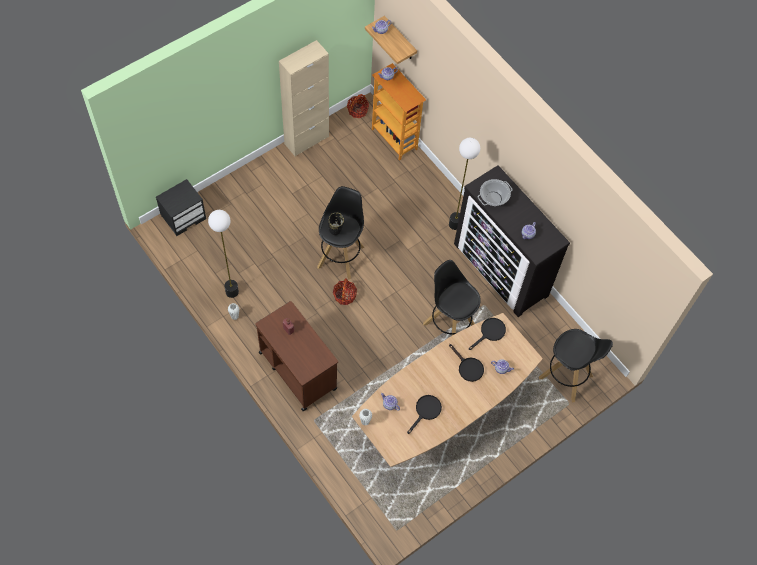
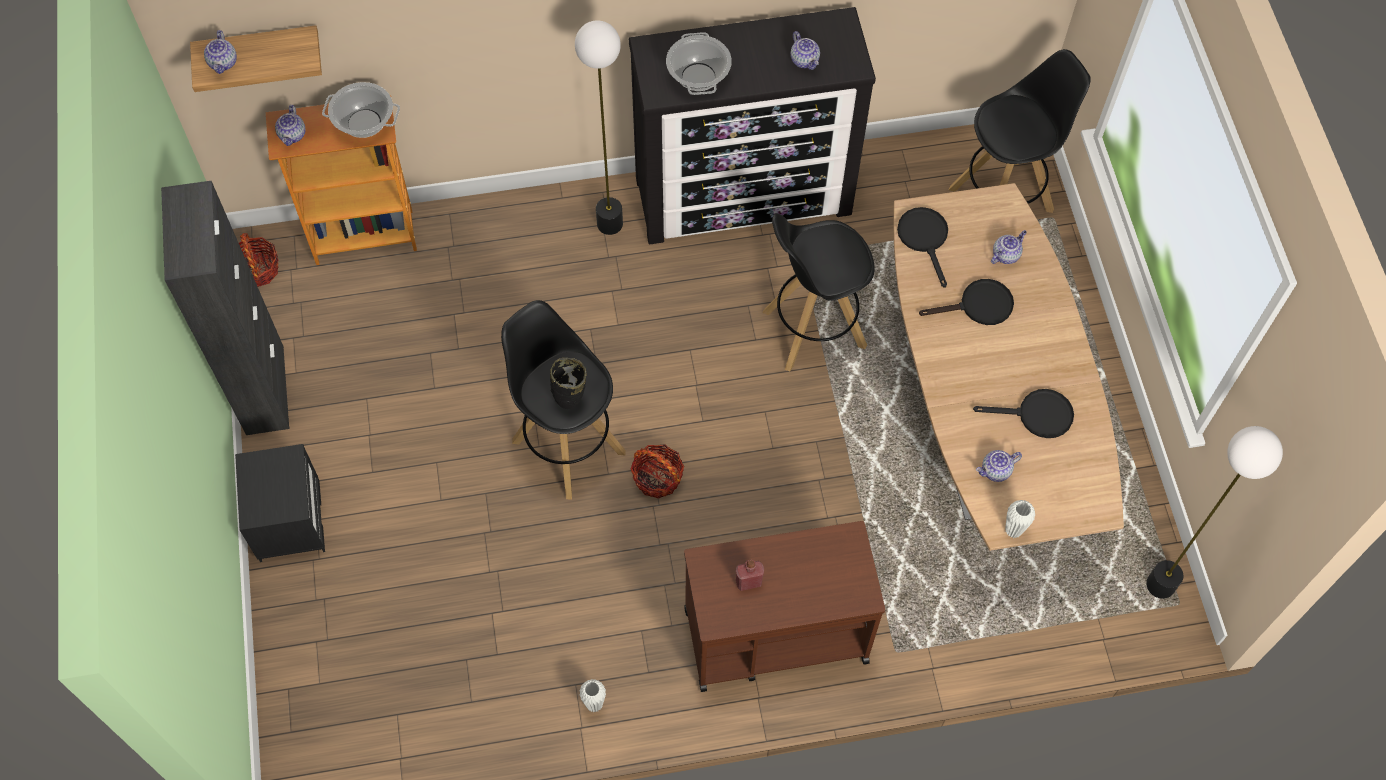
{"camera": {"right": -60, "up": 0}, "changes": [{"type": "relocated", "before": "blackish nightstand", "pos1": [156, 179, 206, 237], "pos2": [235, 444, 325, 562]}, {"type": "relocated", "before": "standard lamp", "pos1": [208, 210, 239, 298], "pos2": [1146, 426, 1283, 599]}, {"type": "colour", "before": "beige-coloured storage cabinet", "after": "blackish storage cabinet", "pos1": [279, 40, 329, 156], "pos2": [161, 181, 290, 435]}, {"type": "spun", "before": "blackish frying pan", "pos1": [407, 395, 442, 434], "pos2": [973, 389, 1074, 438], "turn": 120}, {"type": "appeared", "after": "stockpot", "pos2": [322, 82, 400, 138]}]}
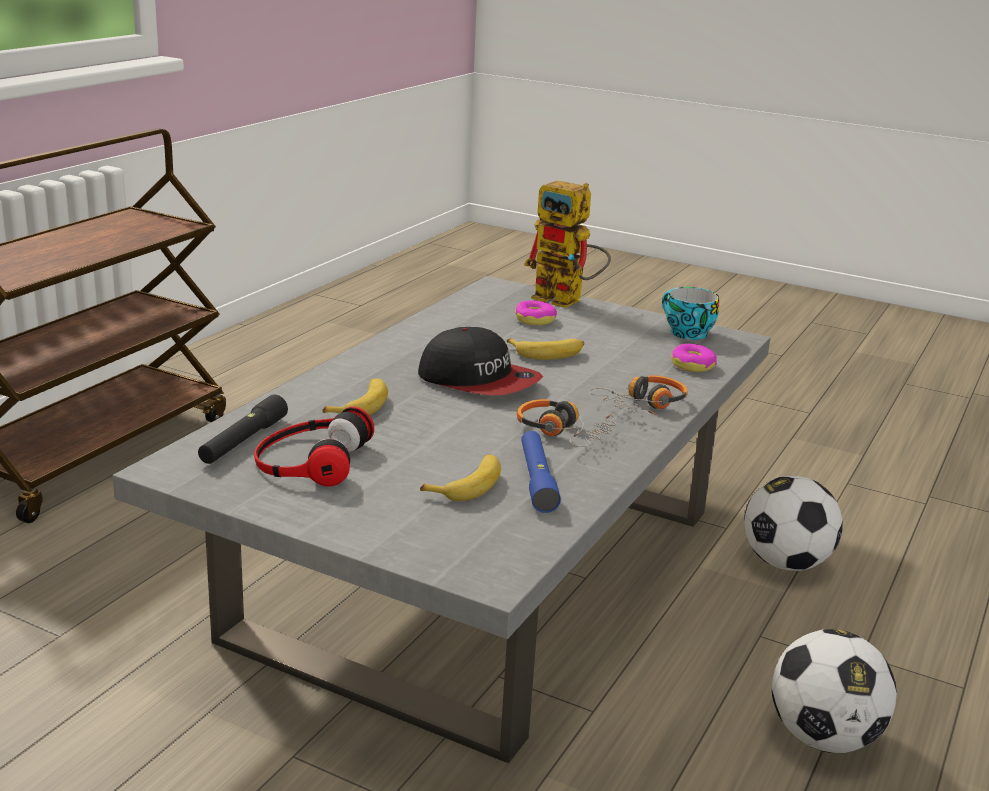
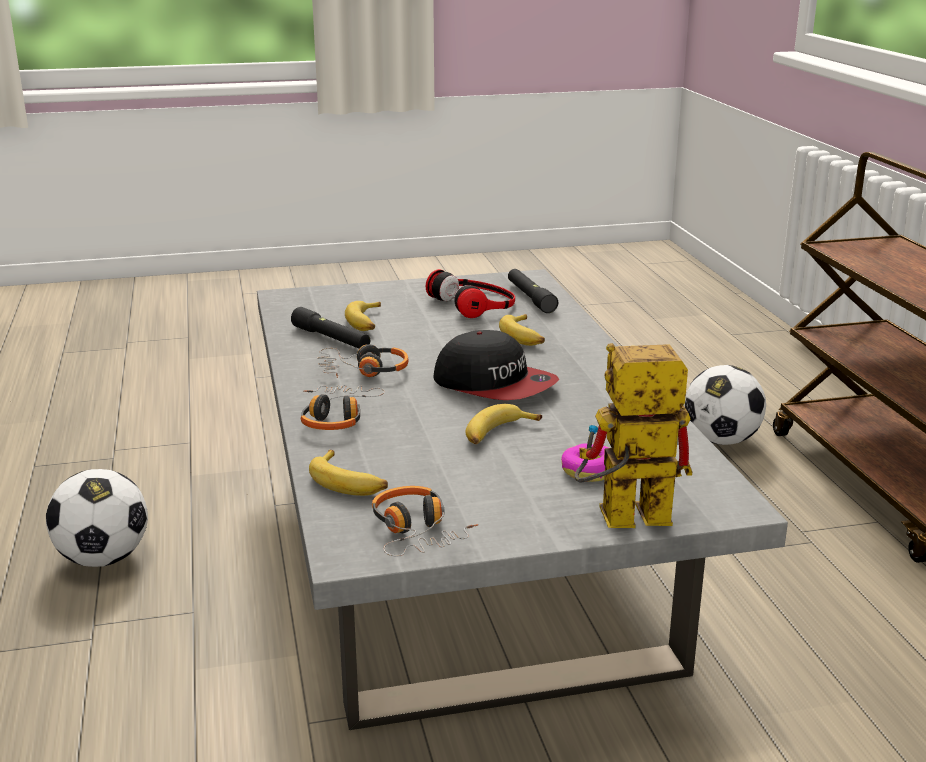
{"camera": {"right": 140, "up": 0}, "changes": [{"type": "spun", "before": "cap", "pos1": [418, 327, 543, 396], "pos2": [434, 330, 559, 400], "turn": -135}, {"type": "colour", "before": "blue hand torch", "after": "blackish hand torch", "pos1": [521, 431, 561, 513], "pos2": [291, 307, 370, 348]}, {"type": "exchanged", "before": "drinking cup", "after": "headset", "pos1": [662, 287, 719, 340], "pos2": [372, 486, 478, 556]}, {"type": "exchanged", "before": "ring doughnut", "after": "banana fruit", "pos1": [671, 344, 717, 372], "pos2": [309, 450, 388, 496]}, {"type": "relocated", "before": "football", "pos1": [744, 476, 843, 571], "pos2": [685, 365, 766, 445]}]}
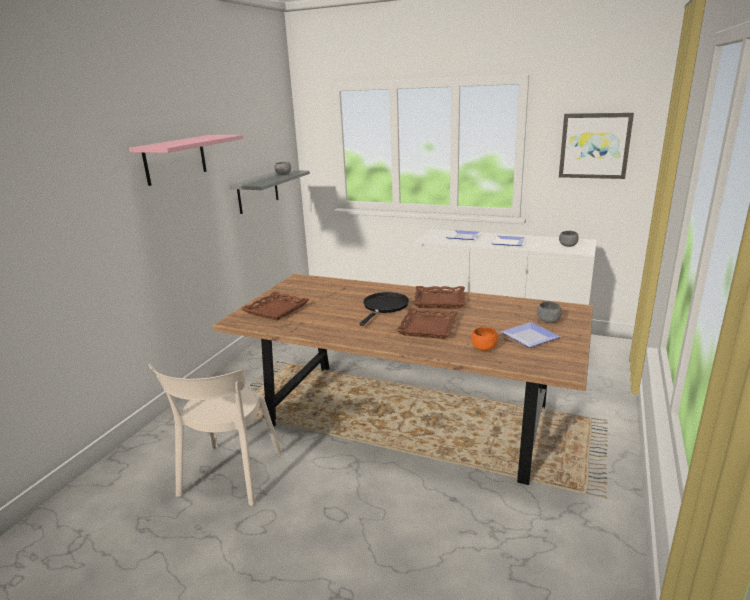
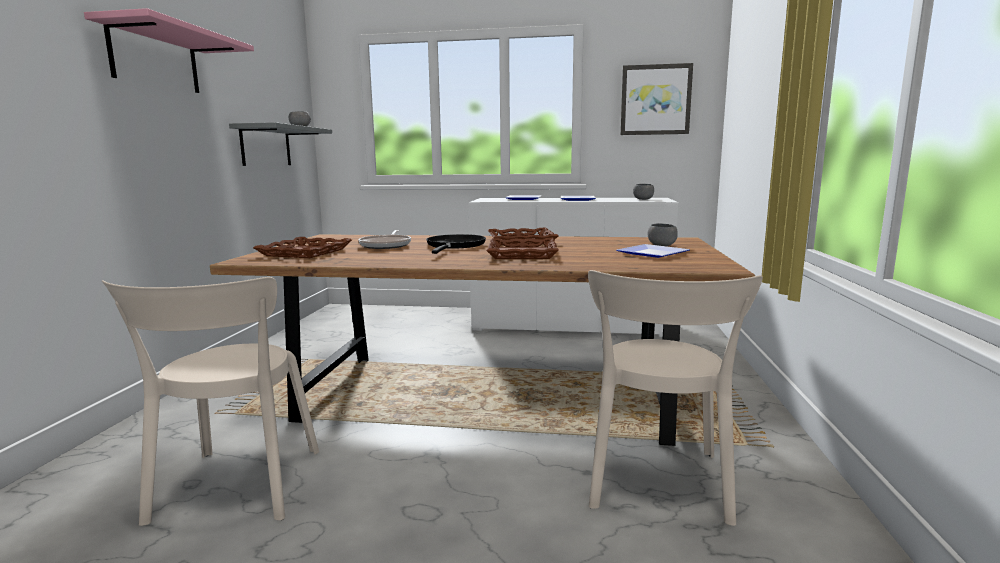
{"camera": {"right": -15, "up": -10}, "changes": [{"type": "missing", "before": "orange-coloured bowl", "pos1": [471, 327, 498, 351]}, {"type": "appeared", "after": "frying pan", "pos2": [358, 230, 411, 249]}, {"type": "appeared", "after": "beige-coloured chair", "pos2": [588, 270, 763, 526]}]}
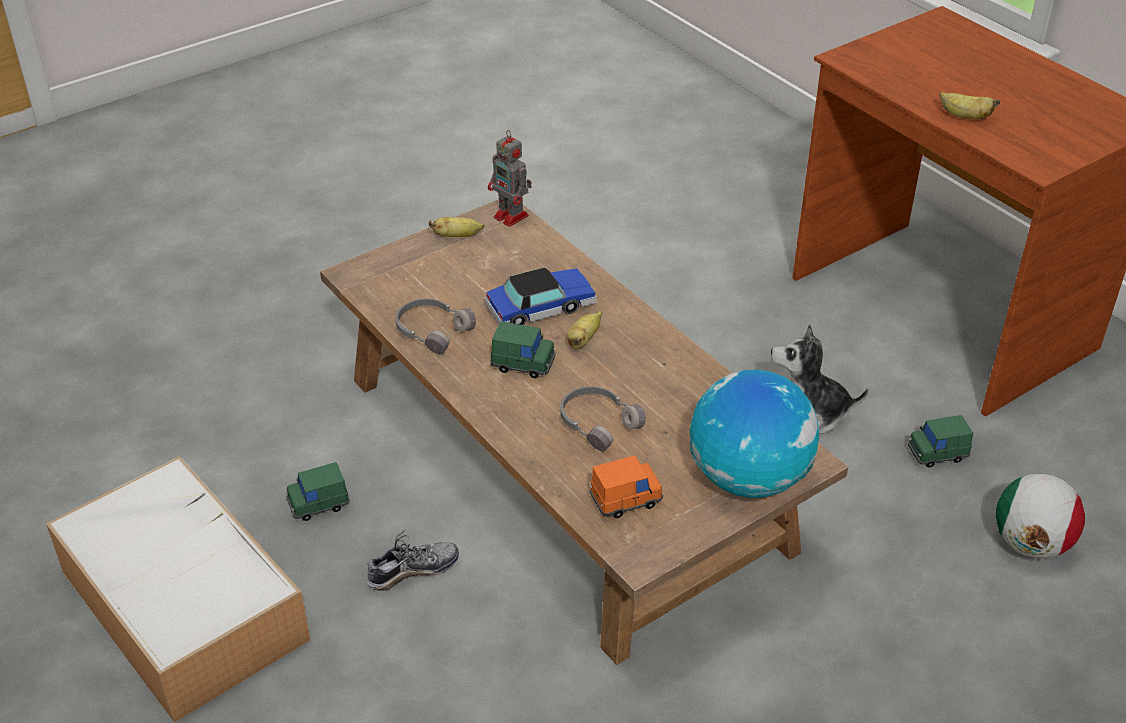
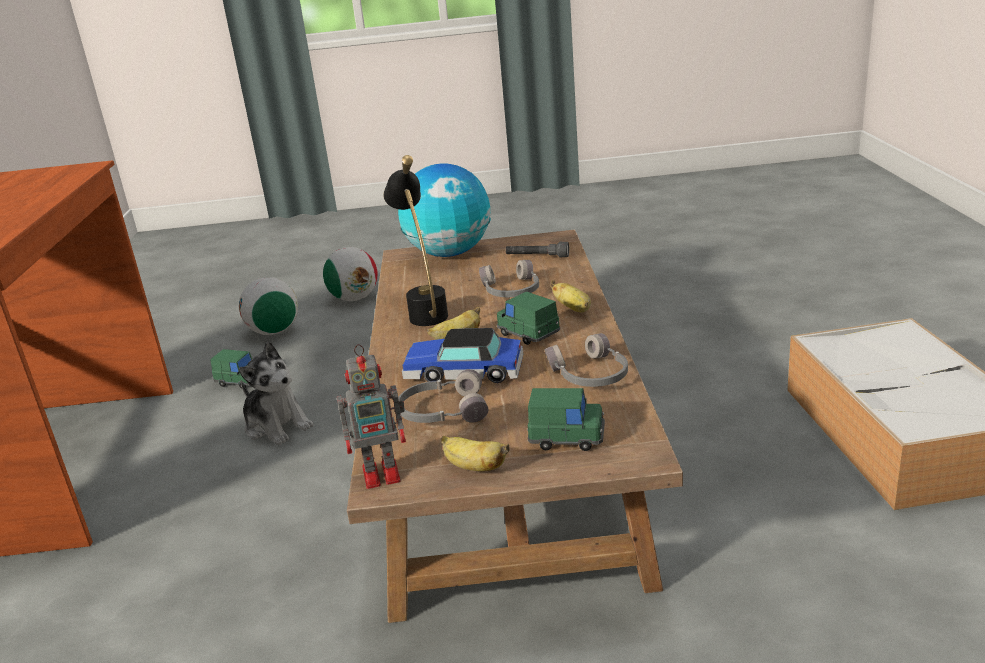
{"camera": {"right": -145, "up": -15}, "changes": [{"type": "relocated", "before": "greenish model car", "pos1": [286, 462, 350, 521], "pos2": [527, 388, 605, 451]}, {"type": "missing", "before": "item of footwear", "pos1": [367, 529, 459, 591]}, {"type": "spun", "before": "toy robot", "pos1": [488, 130, 532, 227], "pos2": [337, 344, 406, 489], "turn": 90}, {"type": "exchanged", "before": "orange-coloured model car", "after": "gray hand torch", "pos1": [590, 455, 663, 518], "pos2": [506, 242, 569, 257]}, {"type": "relocated", "before": "banana fruit", "pos1": [939, 92, 1000, 119], "pos2": [550, 280, 591, 312]}, {"type": "appeared", "after": "football", "pos2": [323, 247, 378, 301]}, {"type": "appeared", "after": "blackish tabletop lamp", "pos2": [383, 155, 448, 326]}, {"type": "appeared", "after": "gray headset", "pos2": [398, 369, 488, 423]}]}
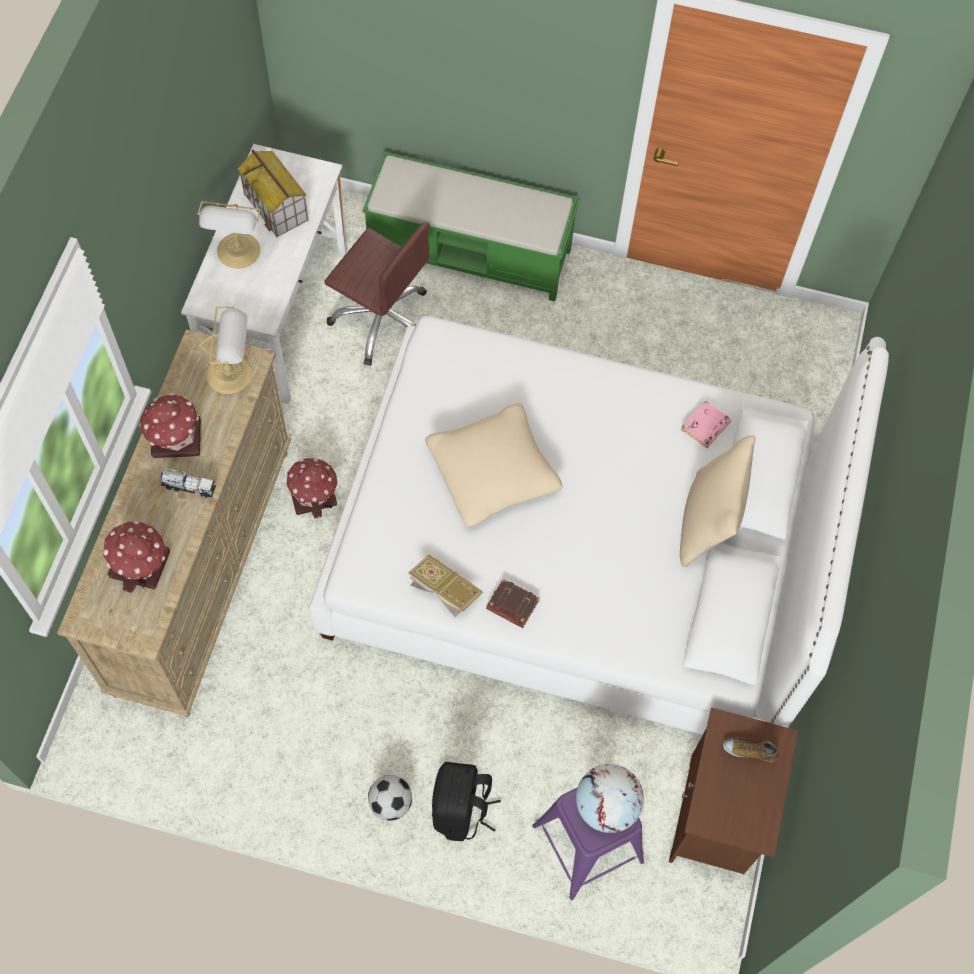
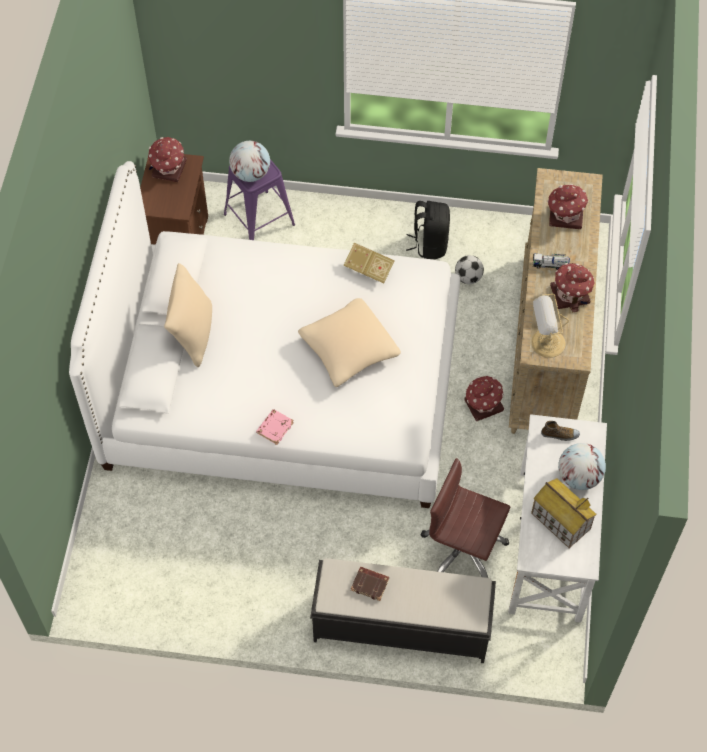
{"camera": {"right": 175, "up": -5}, "changes": [{"type": "exchanged", "before": "tabletop lamp", "after": "globe", "pos1": [197, 201, 261, 269], "pos2": [558, 443, 606, 490]}, {"type": "colour", "before": "greenish bench", "after": "blackish bench", "pos1": [362, 152, 579, 301], "pos2": [310, 558, 496, 663]}, {"type": "relocated", "before": "football", "pos1": [368, 775, 412, 821], "pos2": [455, 255, 484, 284]}, {"type": "relocated", "before": "blackish backpack", "pos1": [432, 762, 501, 841], "pos2": [406, 201, 450, 259]}, {"type": "relocated", "before": "brown-coloured bound book", "pos1": [486, 579, 540, 628], "pos2": [351, 567, 389, 601]}, {"type": "relocated", "before": "pinkish bound book", "pos1": [681, 400, 731, 448], "pos2": [256, 409, 294, 445]}, {"type": "relocated", "before": "item of footwear", "pos1": [723, 737, 779, 762], "pos2": [541, 421, 580, 441]}, {"type": "appeared", "after": "toy house", "pos2": [148, 137, 187, 182]}]}
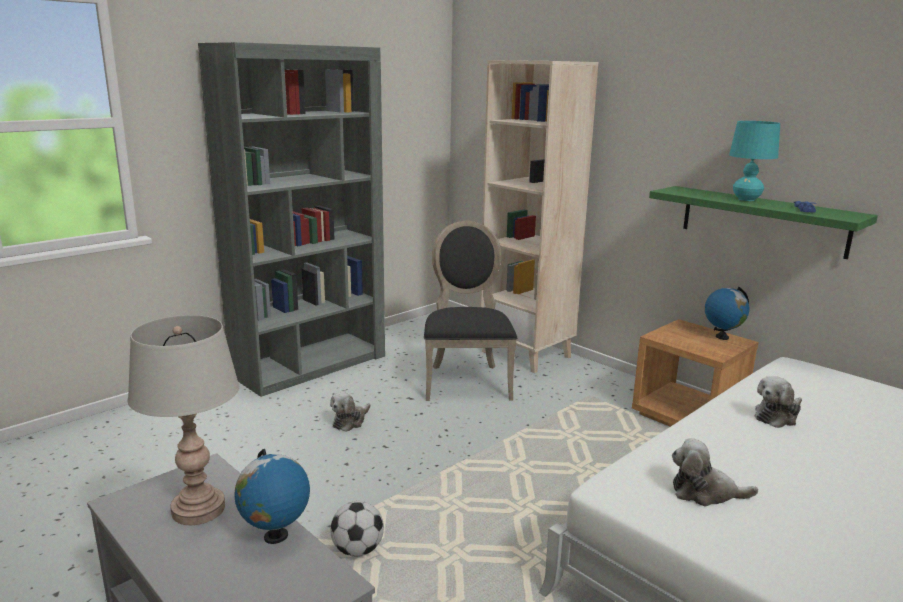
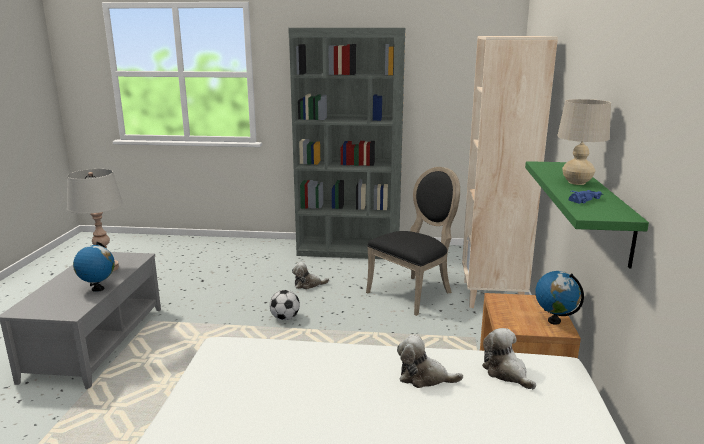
{"camera": {"right": 50, "up": 0}, "changes": [{"type": "relocated", "before": "football", "pos1": [330, 501, 384, 557], "pos2": [269, 290, 300, 320]}, {"type": "relocated", "before": "soft toy", "pos1": [672, 438, 758, 506], "pos2": [482, 328, 536, 389]}, {"type": "colour", "before": "turquoise-coloured tabletop lamp", "after": "beige-coloured tabletop lamp", "pos1": [729, 121, 780, 201], "pos2": [557, 99, 611, 185]}]}
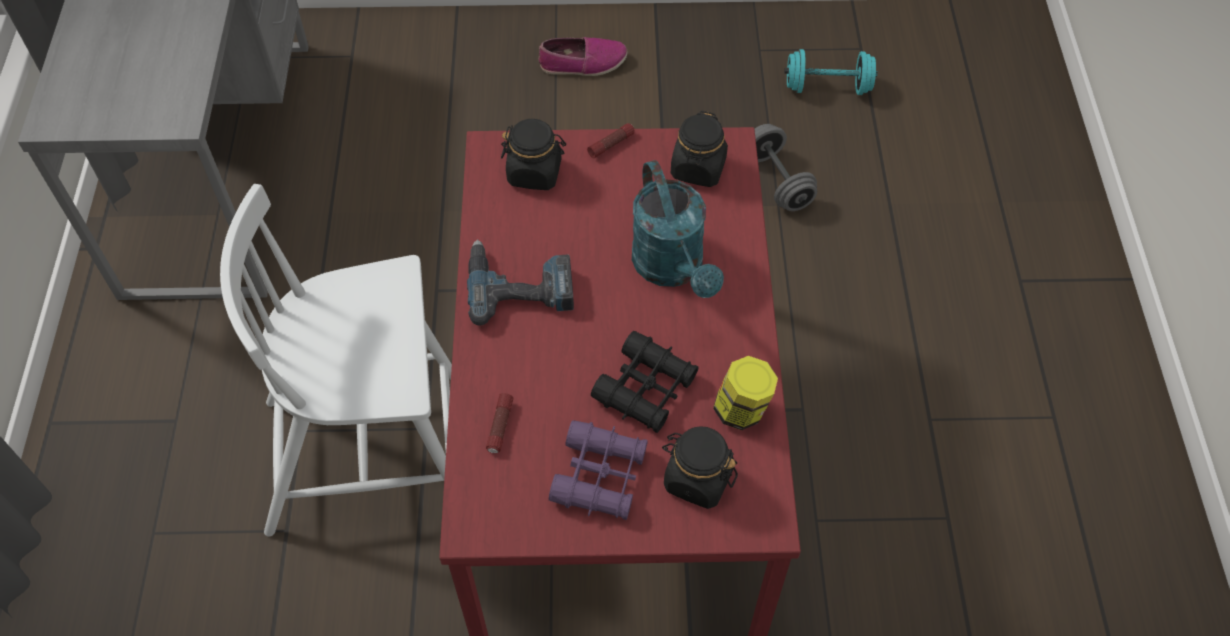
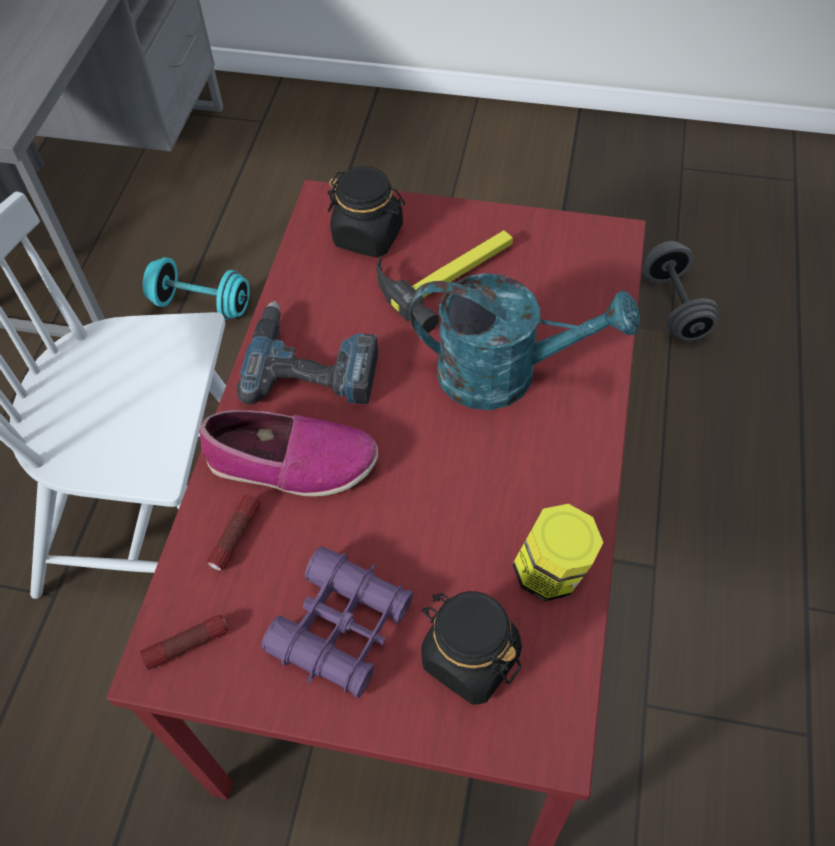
{"camera": {"right": 15, "up": 0}, "changes": [{"type": "relocated", "before": "item of footwear", "pos1": [538, 37, 627, 76], "pos2": [199, 410, 378, 497]}, {"type": "relocated", "before": "hand torch", "pos1": [587, 123, 635, 158], "pos2": [140, 614, 228, 670]}, {"type": "missing", "before": "blackish field glasses", "pos1": [591, 331, 699, 433]}, {"type": "spun", "before": "turquoise-coloured watering can", "pos1": [632, 160, 724, 298], "pos2": [409, 273, 640, 410], "turn": -75}, {"type": "missing", "before": "blackish storage jar", "pos1": [671, 111, 728, 187]}, {"type": "relocated", "before": "turquoise-coloured free weight", "pos1": [784, 49, 878, 95], "pos2": [143, 257, 250, 320]}, {"type": "appeared", "after": "hammer", "pos2": [376, 230, 513, 333]}]}
